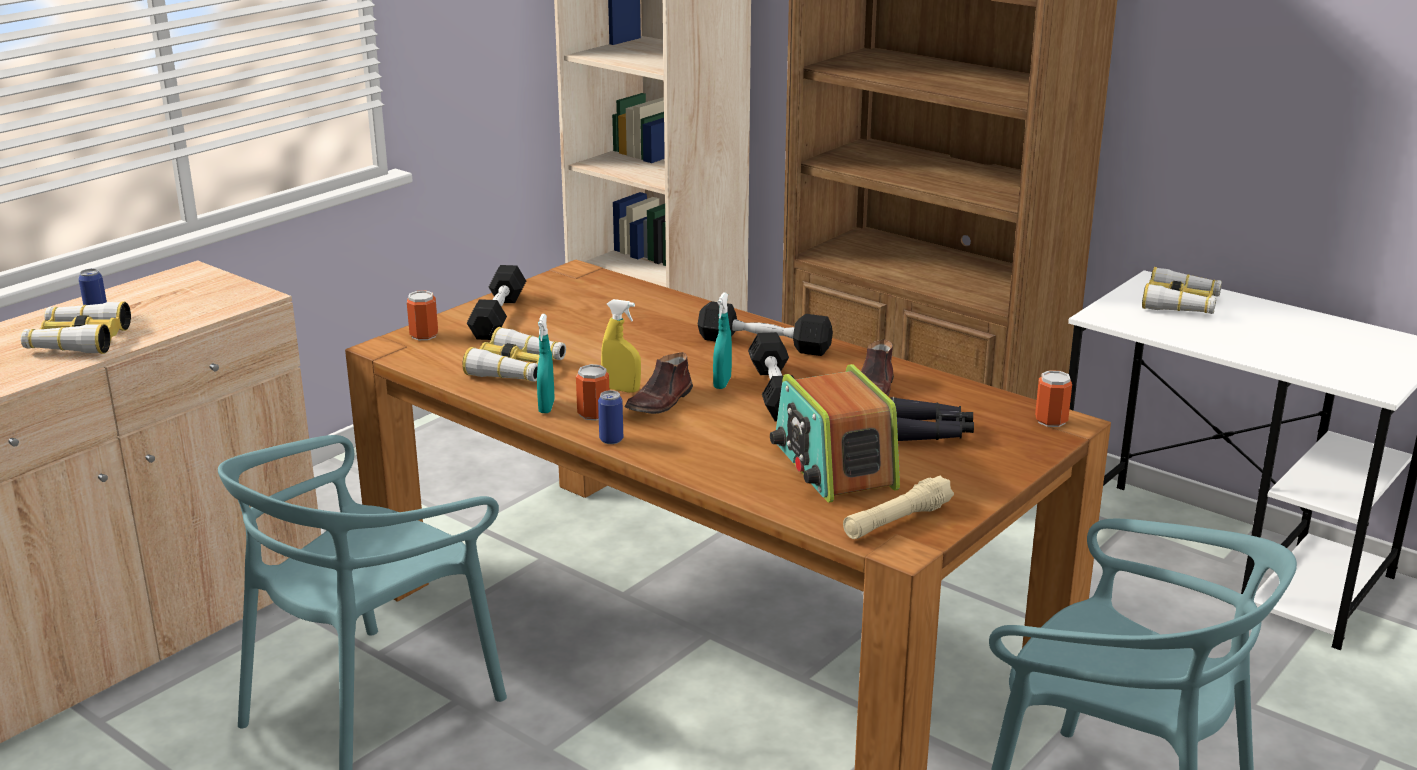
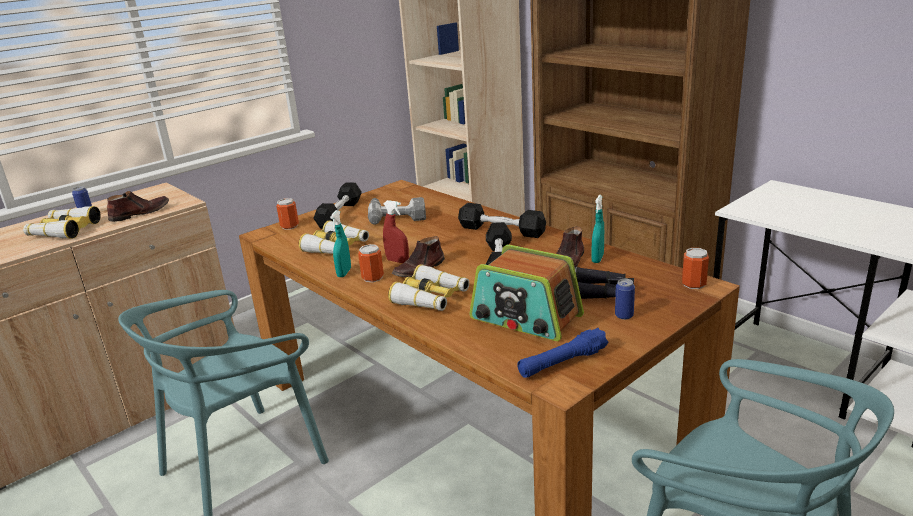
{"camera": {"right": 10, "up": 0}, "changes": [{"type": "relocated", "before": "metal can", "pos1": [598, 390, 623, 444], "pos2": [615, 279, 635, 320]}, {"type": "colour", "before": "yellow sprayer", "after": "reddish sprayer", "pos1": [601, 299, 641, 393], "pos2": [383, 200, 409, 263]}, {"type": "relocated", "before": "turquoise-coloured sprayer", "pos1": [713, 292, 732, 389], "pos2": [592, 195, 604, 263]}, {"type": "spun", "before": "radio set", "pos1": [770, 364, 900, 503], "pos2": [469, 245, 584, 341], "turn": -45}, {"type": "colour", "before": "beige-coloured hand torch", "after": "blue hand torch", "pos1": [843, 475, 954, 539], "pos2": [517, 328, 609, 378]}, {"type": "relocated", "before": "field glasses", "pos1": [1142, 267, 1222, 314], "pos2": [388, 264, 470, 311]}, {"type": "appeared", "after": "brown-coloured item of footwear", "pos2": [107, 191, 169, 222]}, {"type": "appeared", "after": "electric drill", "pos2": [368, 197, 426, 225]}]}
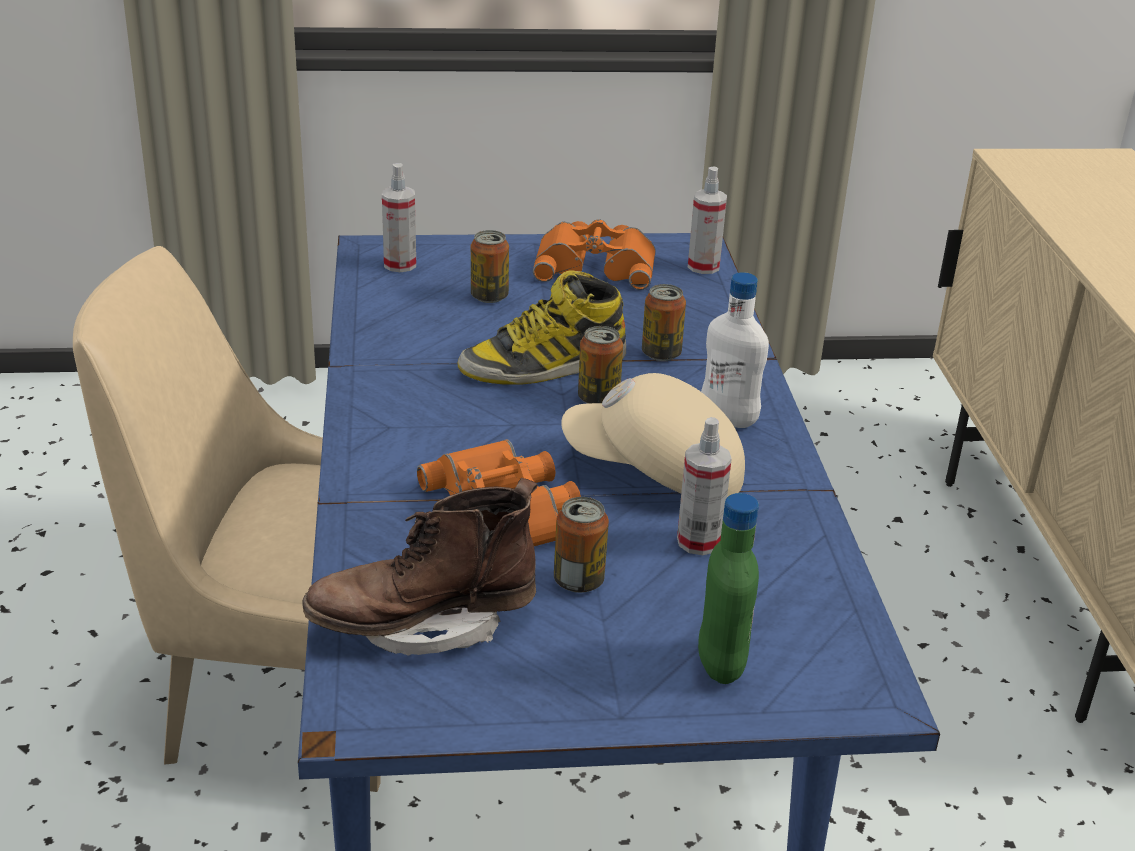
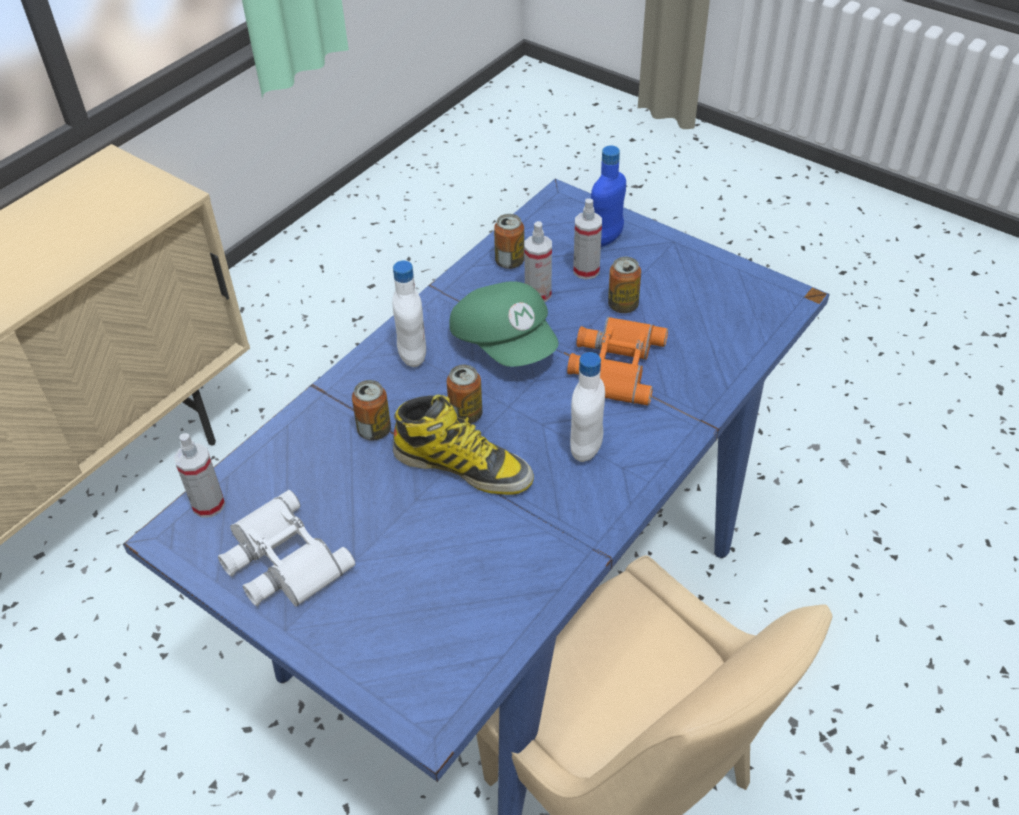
{"camera": {"right": -135, "up": 15}, "changes": [{"type": "missing", "before": "brown-coloured boot", "pos1": [303, 478, 538, 656]}, {"type": "relocated", "before": "sprayer", "pos1": [382, 163, 416, 272], "pos2": [573, 198, 602, 280]}, {"type": "relocated", "before": "metal can", "pos1": [471, 230, 509, 303], "pos2": [494, 214, 524, 269]}, {"type": "colour", "before": "orange-coloured field glasses", "after": "whitish field glasses", "pos1": [533, 219, 656, 290], "pos2": [218, 490, 355, 607]}, {"type": "colour", "before": "beige-coloured cap", "after": "greenish cap", "pos1": [561, 373, 745, 497], "pos2": [449, 281, 559, 367]}, {"type": "colour", "before": "greenish bottle", "after": "blue bottle", "pos1": [698, 493, 759, 684], "pos2": [591, 145, 626, 247]}, {"type": "appeared", "after": "whitish bottle", "pos2": [570, 352, 605, 462]}]}
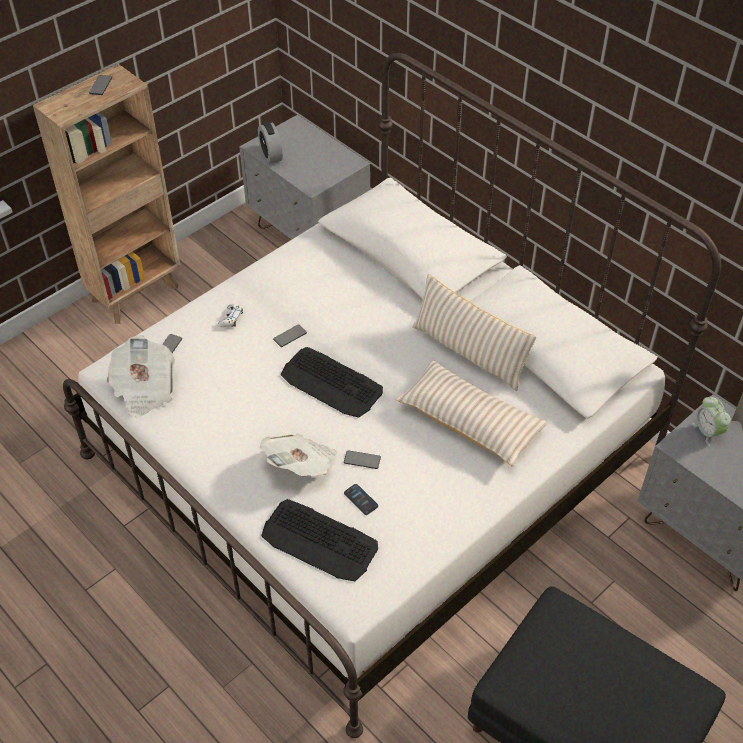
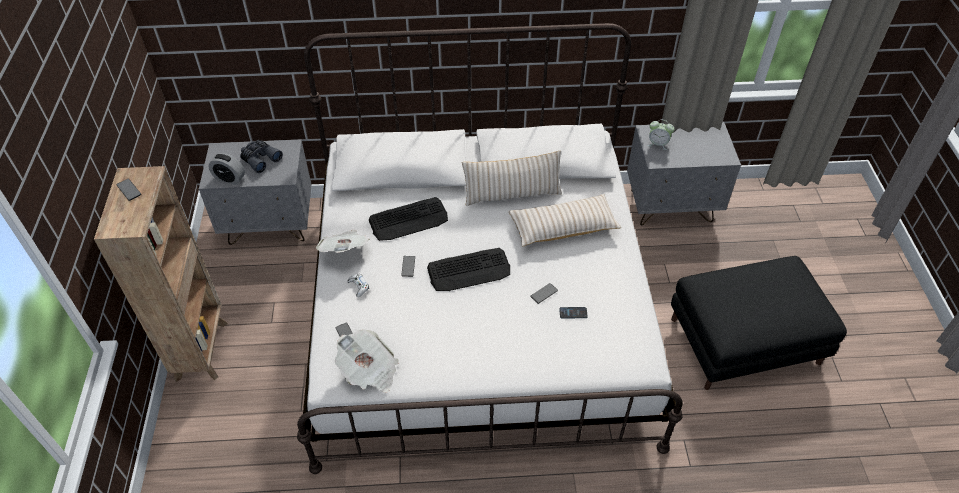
{"camera": {"right": -50, "up": 0}, "changes": [{"type": "relocated", "before": "newspaper", "pos1": [260, 434, 337, 476], "pos2": [316, 230, 370, 253]}, {"type": "relocated", "before": "computer keyboard", "pos1": [261, 499, 378, 581], "pos2": [369, 197, 448, 241]}, {"type": "appeared", "after": "gray field glasses", "pos2": [240, 140, 283, 173]}]}
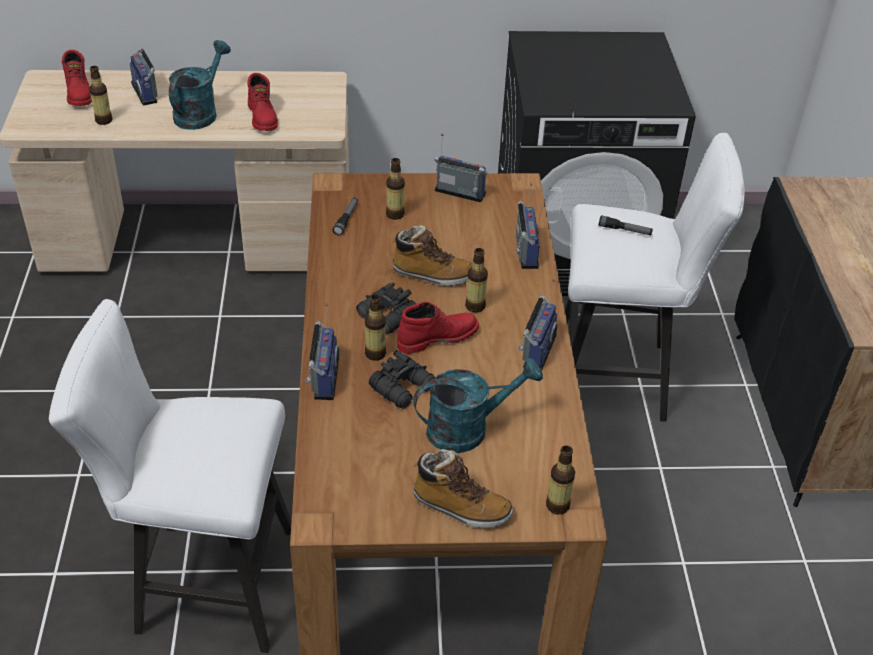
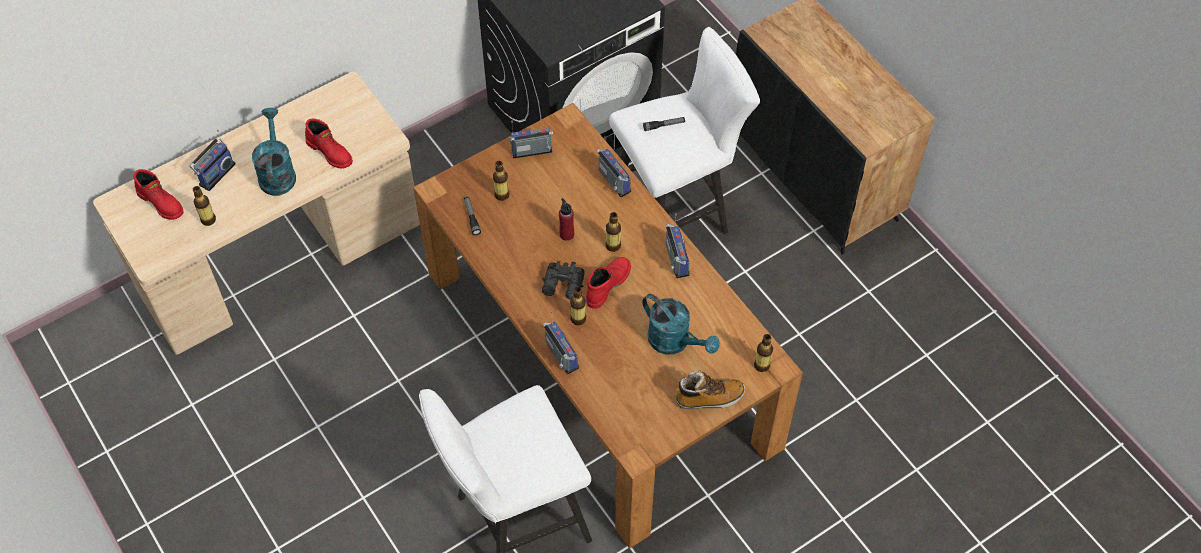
{"camera": {"right": -30, "up": 15}, "changes": [{"type": "spun", "before": "radio set", "pos1": [130, 47, 158, 106], "pos2": [190, 130, 236, 191], "turn": -90}, {"type": "missing", "before": "blackish field glasses", "pos1": [369, 350, 435, 409]}, {"type": "exchanged", "before": "boot", "after": "reddish bottle", "pos1": [392, 225, 473, 286], "pos2": [559, 198, 574, 241]}, {"type": "spun", "before": "turquoise-coloured watering can", "pos1": [413, 358, 543, 453], "pos2": [642, 294, 720, 355], "turn": 90}]}
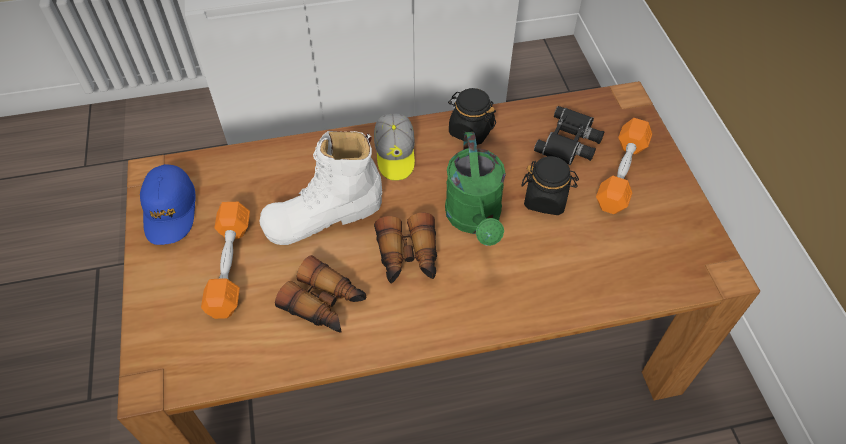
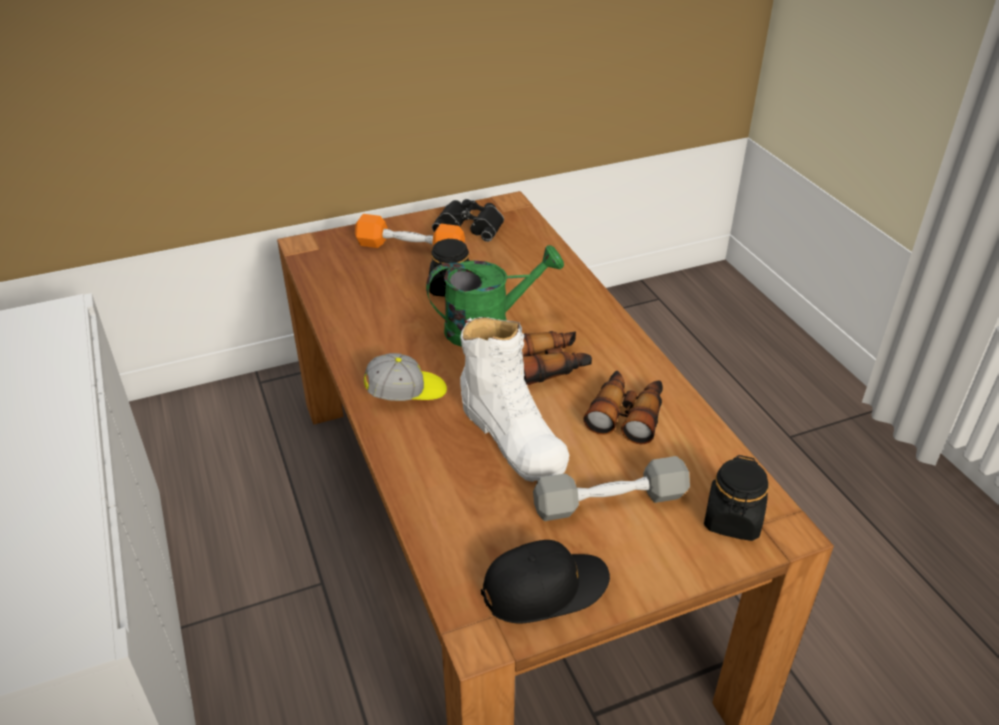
{"camera": {"right": -100, "up": -15}, "changes": [{"type": "colour", "before": "blue cap", "after": "blackish cap", "pos1": [140, 164, 196, 245], "pos2": [481, 540, 610, 624]}, {"type": "colour", "before": "orange-coloured free weight", "after": "gray free weight", "pos1": [201, 202, 250, 319], "pos2": [533, 456, 690, 521]}, {"type": "relocated", "before": "blackish storage jar", "pos1": [448, 88, 496, 145], "pos2": [704, 455, 768, 541]}, {"type": "relocated", "before": "blackish field glasses", "pos1": [534, 106, 604, 165], "pos2": [432, 199, 504, 242]}]}
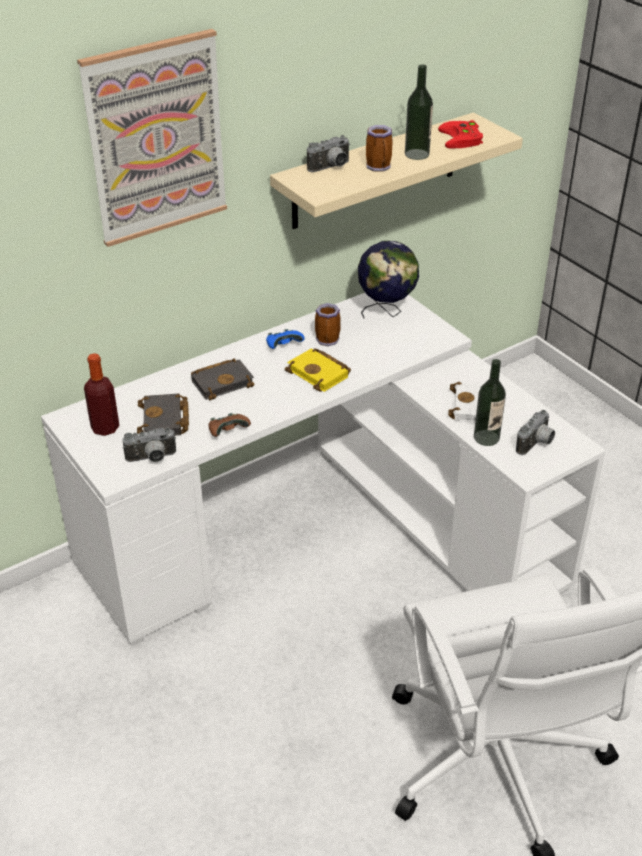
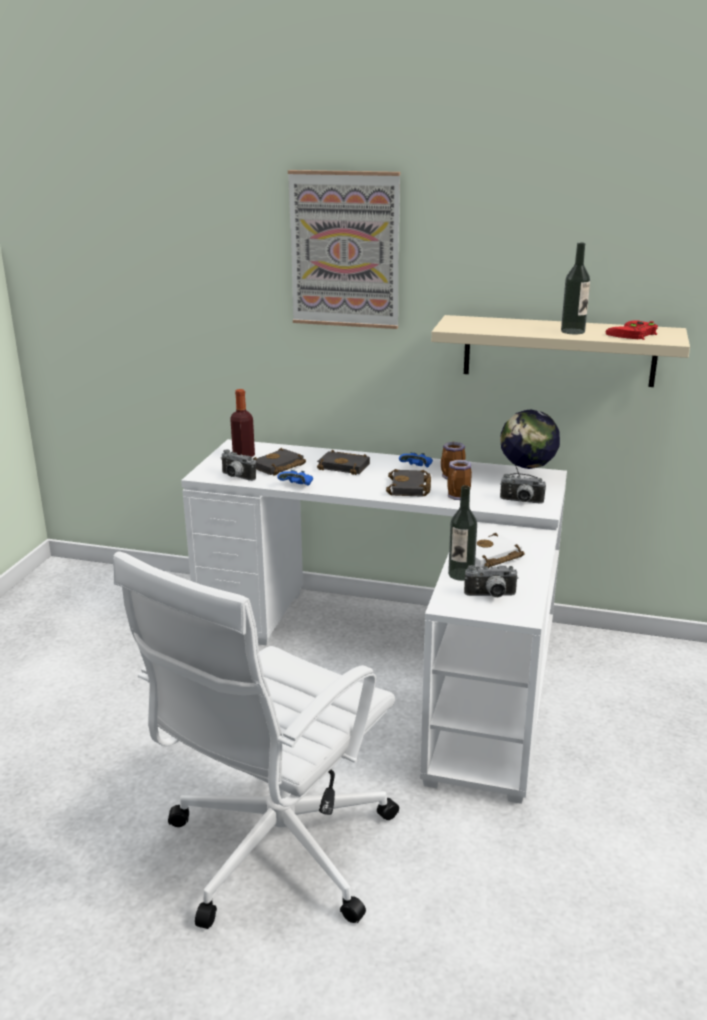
{"camera": {"right": 50, "up": -15}, "changes": [{"type": "colour", "before": "brown-coloured gamepad", "after": "blue gamepad", "pos1": [209, 413, 251, 437], "pos2": [277, 470, 313, 486]}, {"type": "colour", "before": "yellow bound book", "after": "blackish bound book", "pos1": [285, 348, 351, 392], "pos2": [386, 469, 431, 497]}, {"type": "relocated", "before": "photo camera", "pos1": [307, 135, 349, 172], "pos2": [500, 474, 546, 503]}, {"type": "relocated", "before": "coffee mug", "pos1": [366, 125, 392, 172], "pos2": [447, 460, 472, 500]}]}
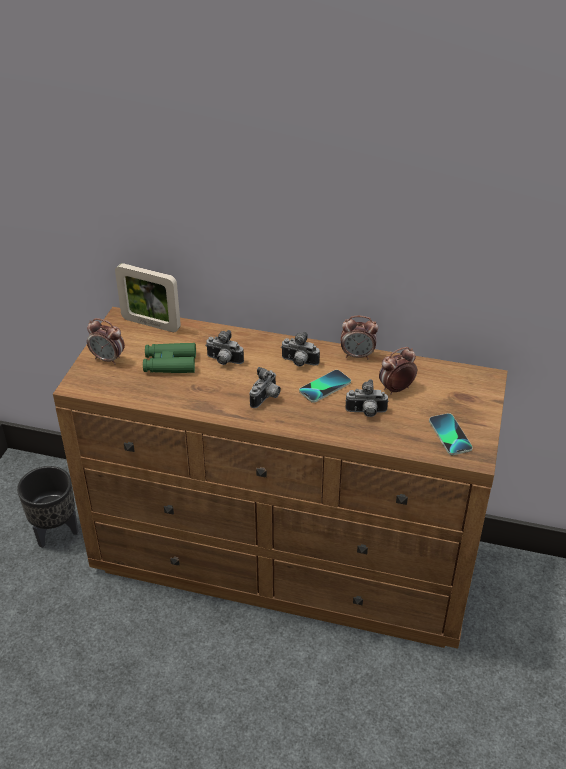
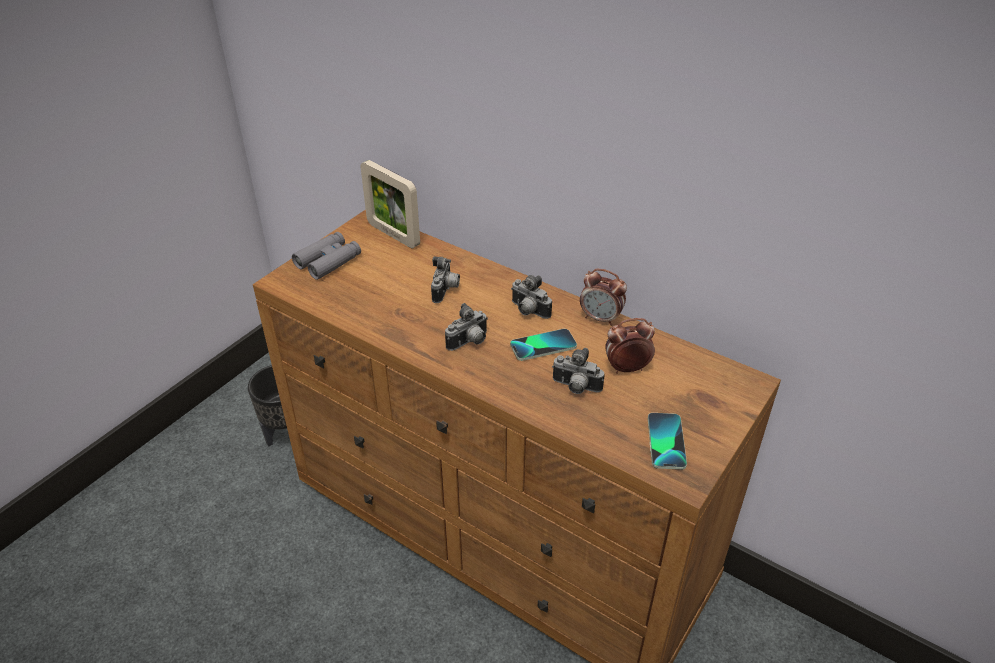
{"camera": {"right": 20, "up": 0}, "changes": [{"type": "exchanged", "before": "table clock", "after": "gray field glasses", "pos1": [87, 318, 125, 365], "pos2": [292, 232, 361, 280]}, {"type": "missing", "before": "greenish field glasses", "pos1": [143, 343, 196, 373]}, {"type": "spun", "before": "photo camera", "pos1": [205, 330, 244, 365], "pos2": [431, 256, 460, 303], "turn": -120}]}
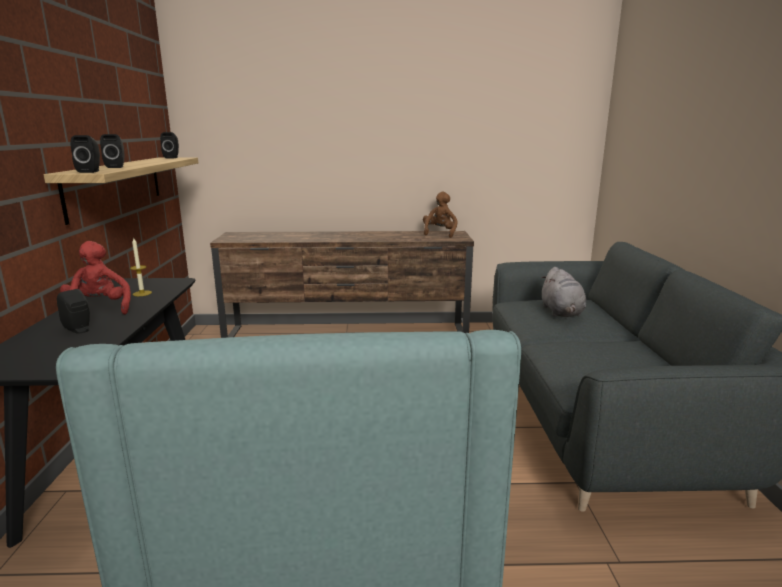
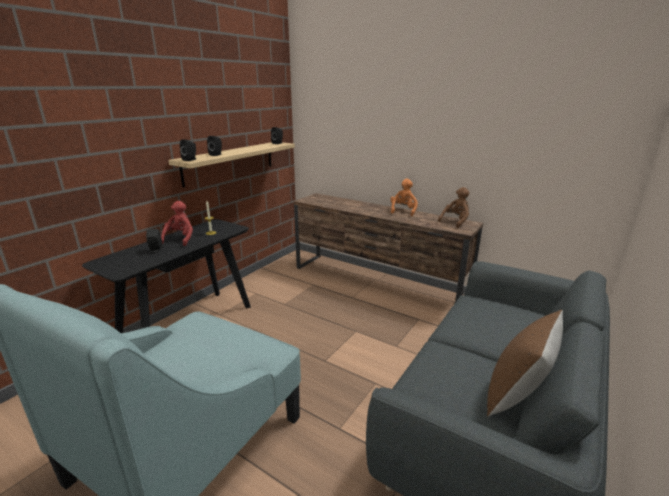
{"camera": {"right": 35, "up": 5}, "changes": [{"type": "missing", "before": "gray soft toy", "pos1": [541, 267, 586, 317]}, {"type": "appeared", "after": "orange-coloured soft toy", "pos2": [390, 179, 418, 216]}, {"type": "appeared", "after": "brown-coloured throw pillow", "pos2": [487, 310, 563, 417]}]}
